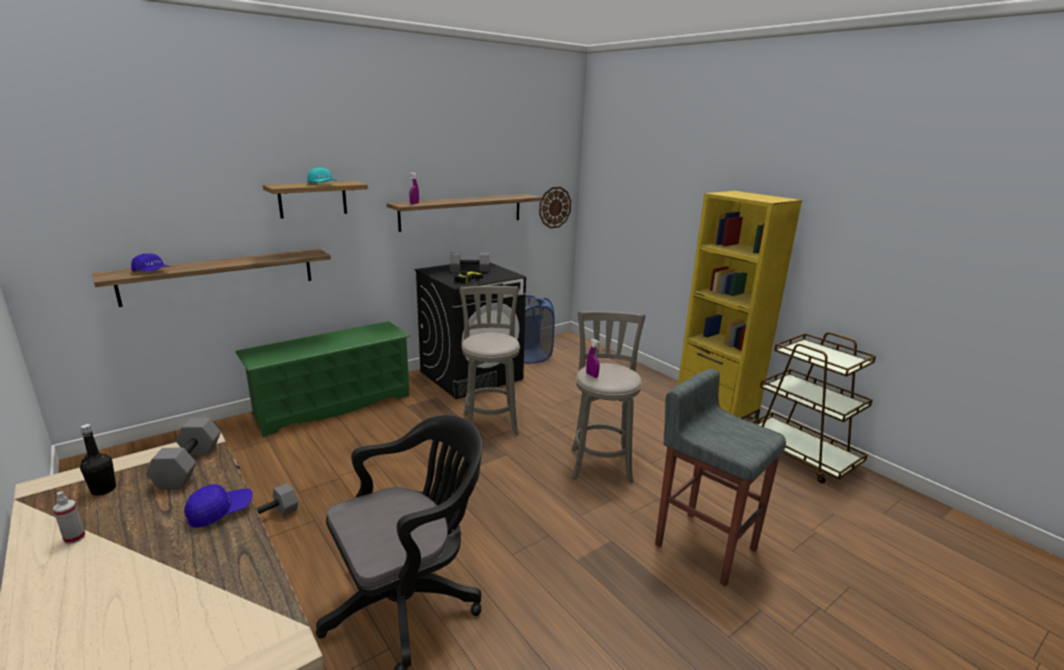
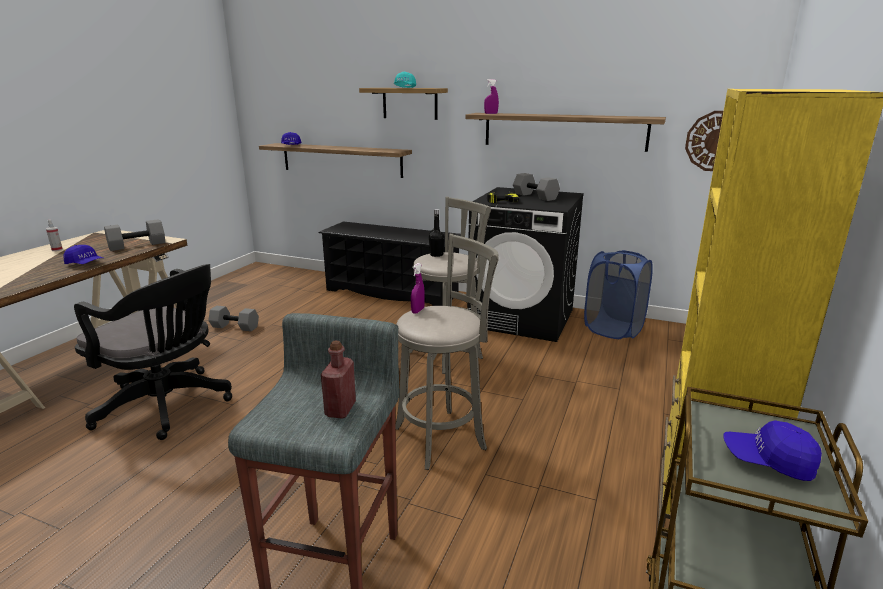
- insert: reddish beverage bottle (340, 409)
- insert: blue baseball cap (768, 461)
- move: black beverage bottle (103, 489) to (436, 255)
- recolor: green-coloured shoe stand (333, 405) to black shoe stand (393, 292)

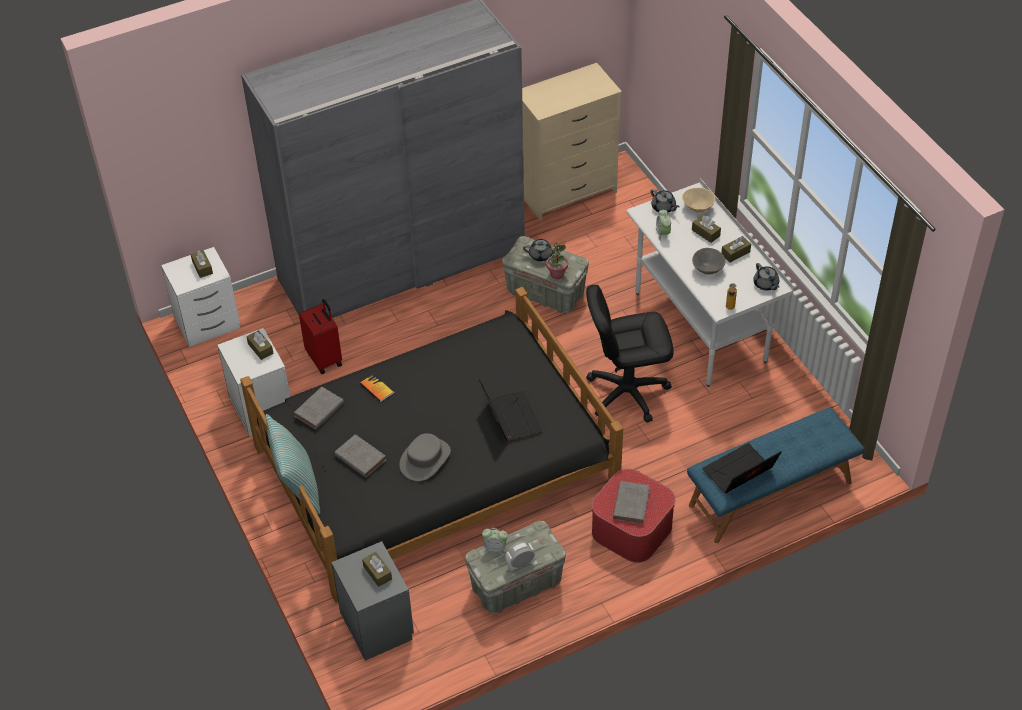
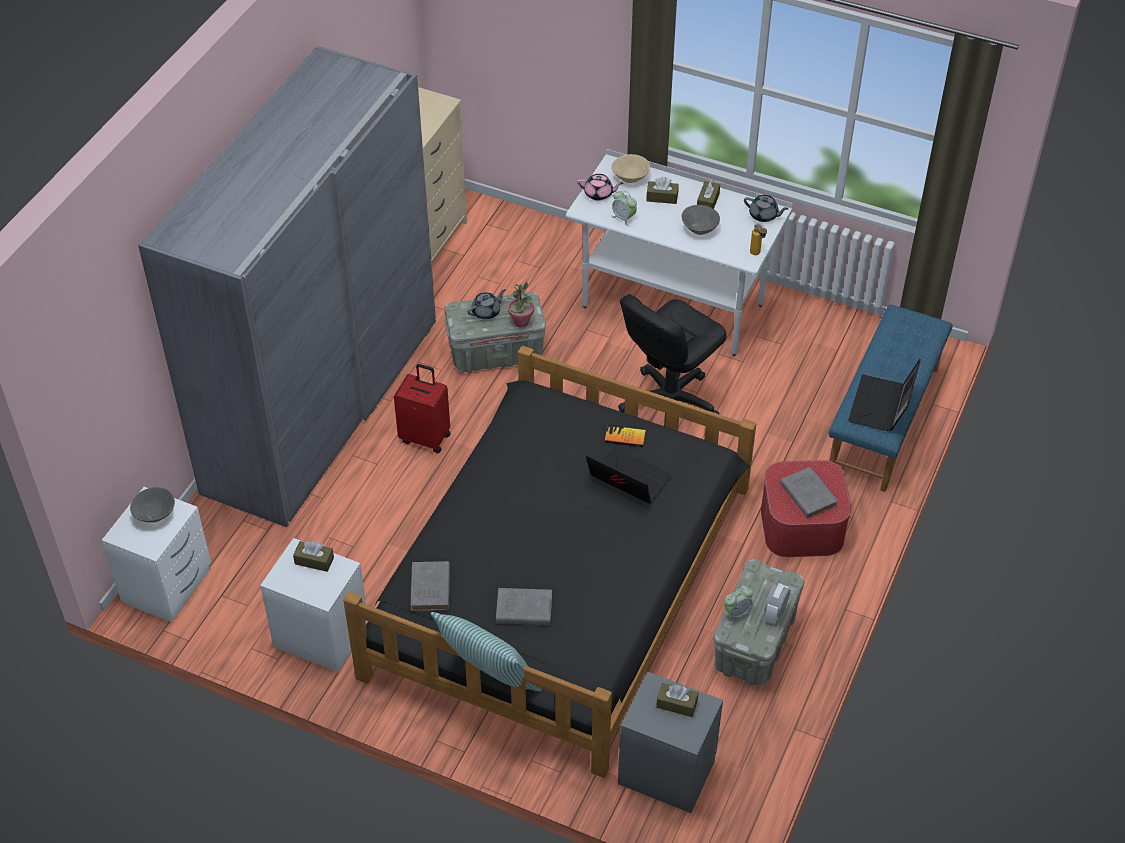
- delete: greyish clothing hat (425, 459)
- move: reddish travel case (325, 358) to (426, 437)
- move: bound book (377, 388) to (625, 436)
- replace: brownish tissue box (202, 267) to greyish deep dish (155, 515)
- recolor: greyish pot for tea (663, 208) to pink pot for tea (599, 194)

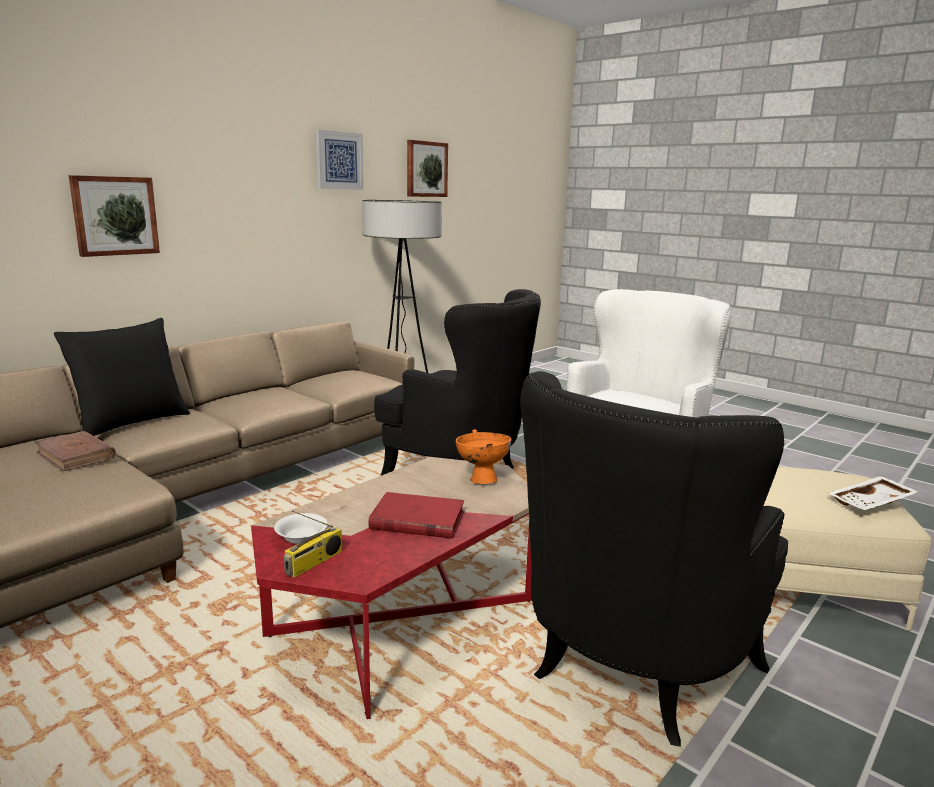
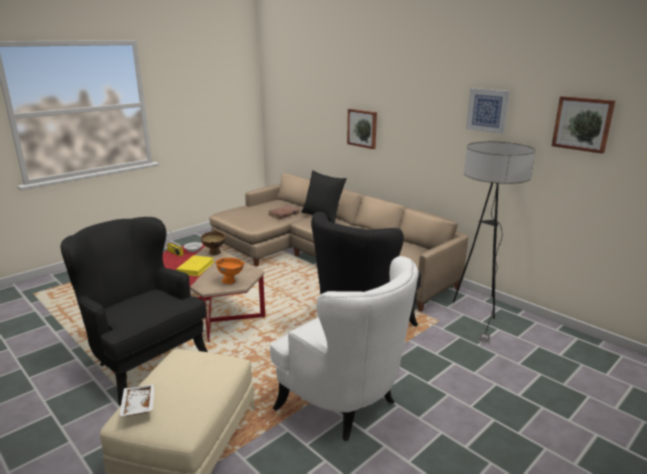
- insert: brownish deep dish (214, 254)
- recolor: reddish bound book (417, 520) to yellow bound book (196, 267)

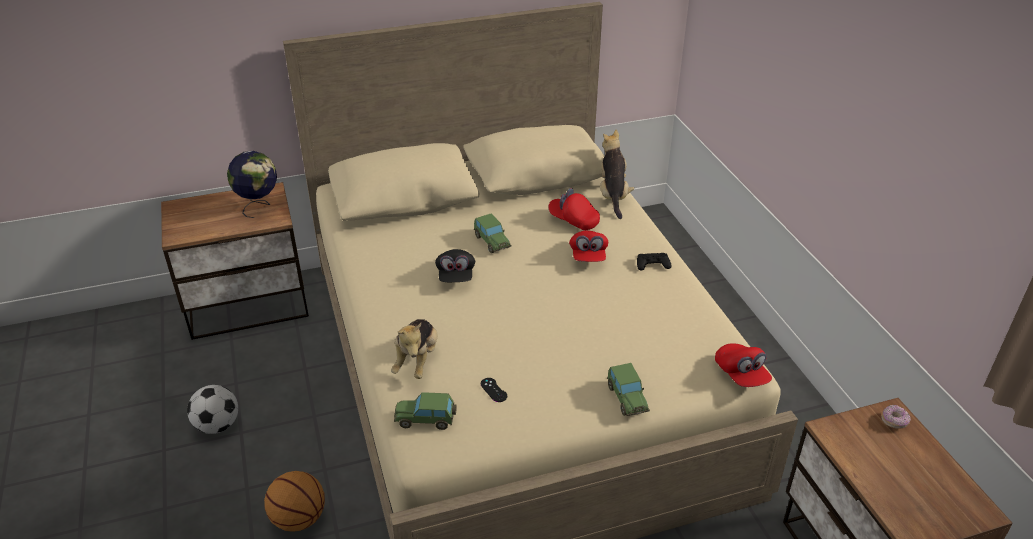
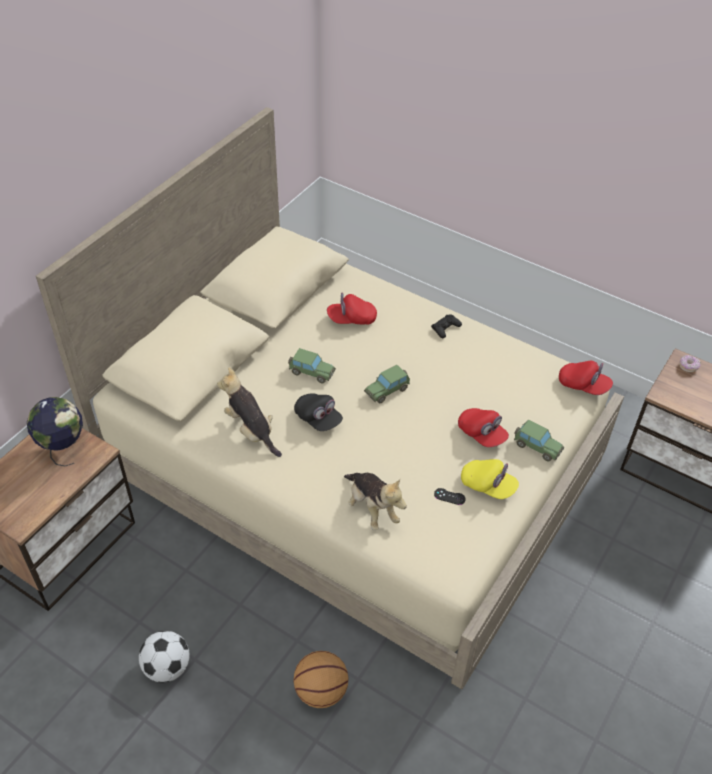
- insert: yellow baseball cap (488, 486)
- move: model car (426, 419) to (387, 390)
- move: reddish baseball cap (588, 256) to (481, 434)
- move: soft toy (613, 196) to (251, 430)

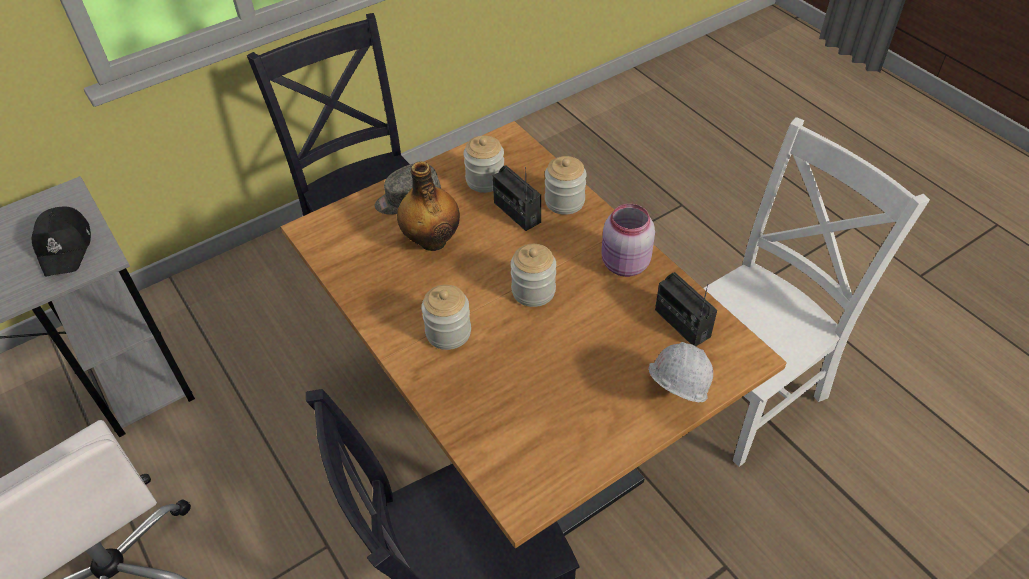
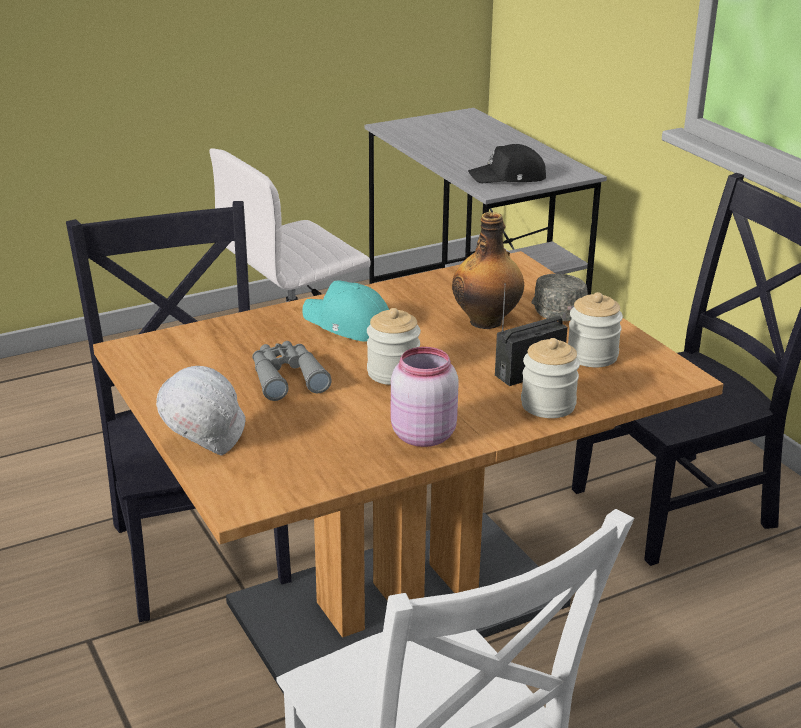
- delete: radio receiver (682, 323)
- insert: greyish field glasses (287, 377)
- replace: preserve jar (448, 332) to blue-green baseball cap (347, 325)

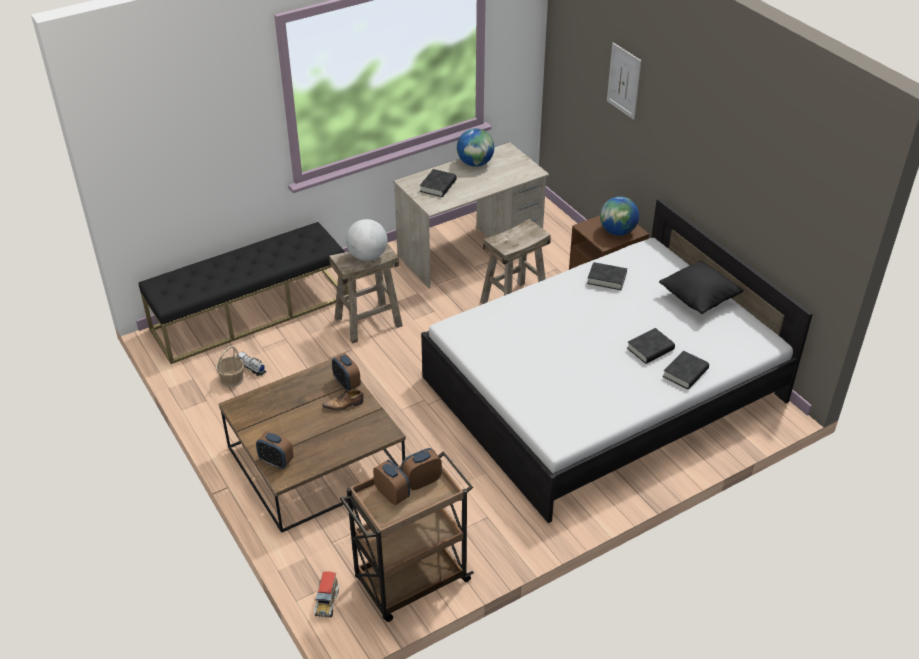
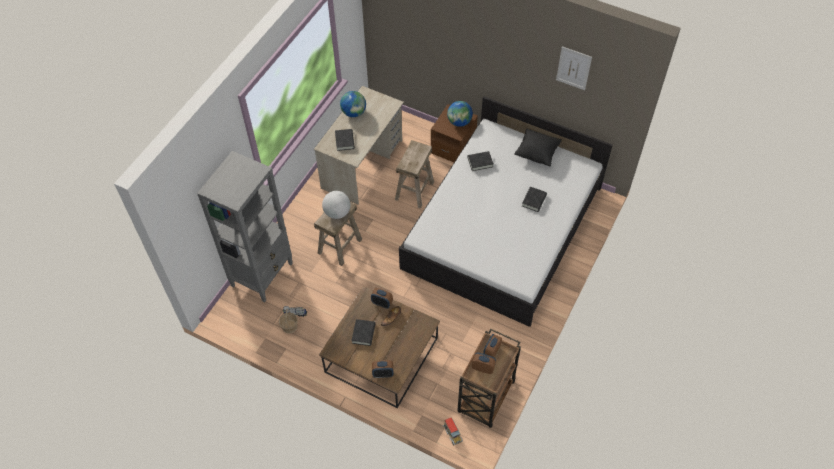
- move: wall art (624, 81) to (573, 68)
- move: black bound book (685, 373) to (363, 333)
- replace: black indoor bench (251, 313) to greyish bookshelf (262, 274)

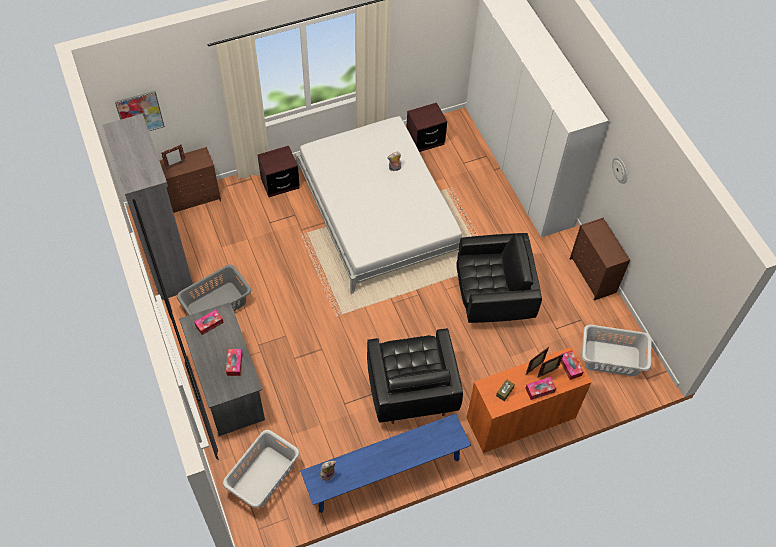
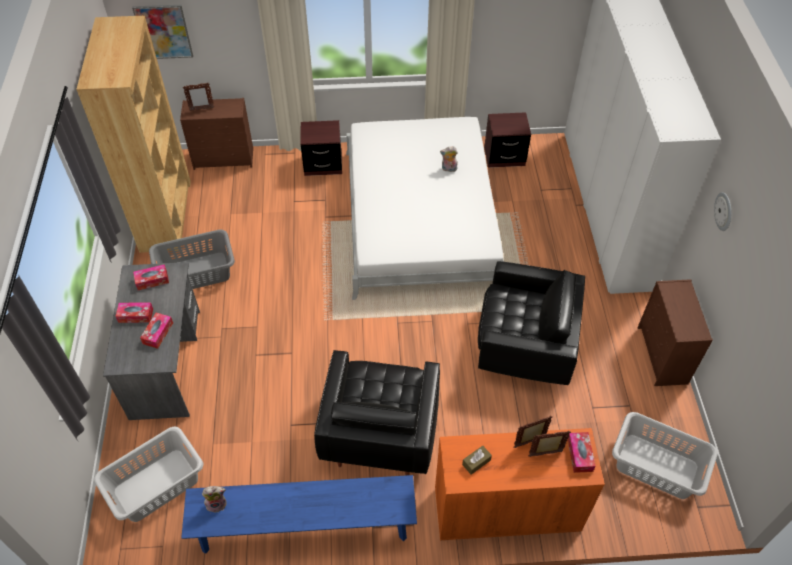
- move: tissue box (540, 390) to (136, 315)
- recolor: greyish bookshelf (167, 262) to brownish bookshelf (166, 215)

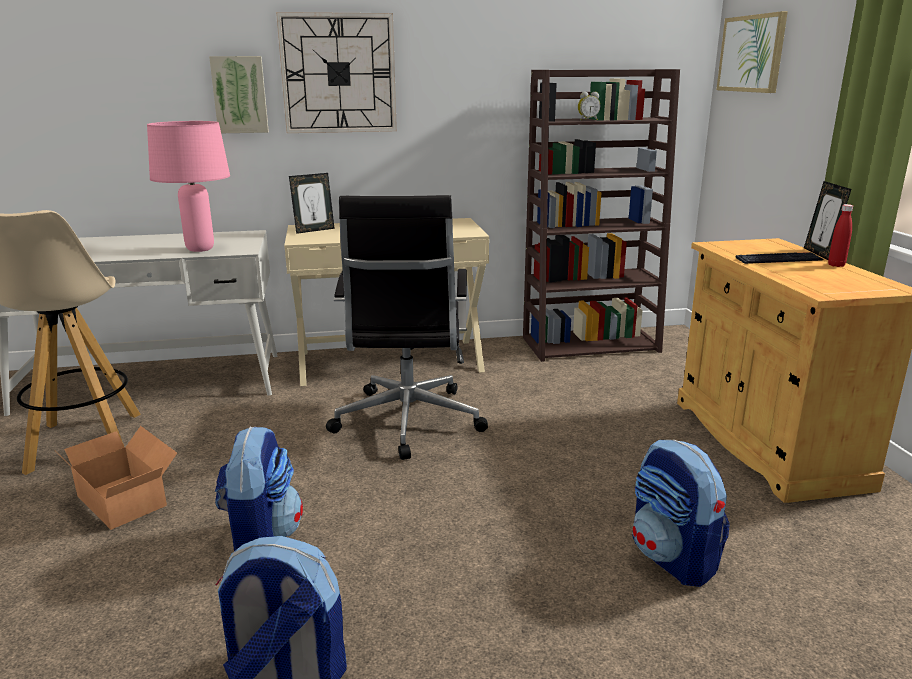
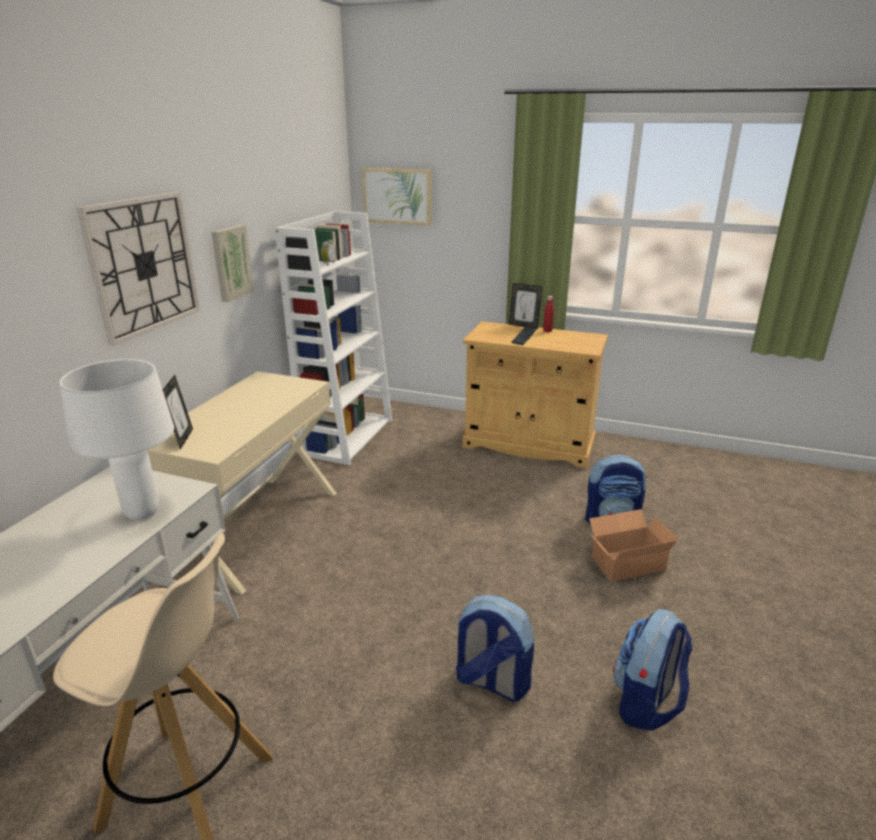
- delete: black computer chair (407, 423)
- move: packing box (124, 498) to (625, 561)
- move: wall art (240, 95) to (231, 262)
- recolor: pink lamp for a table (199, 249) to whitish lamp for a table (141, 513)
- recolor: brownish bookshelf (591, 344) to whitish bookshelf (347, 436)

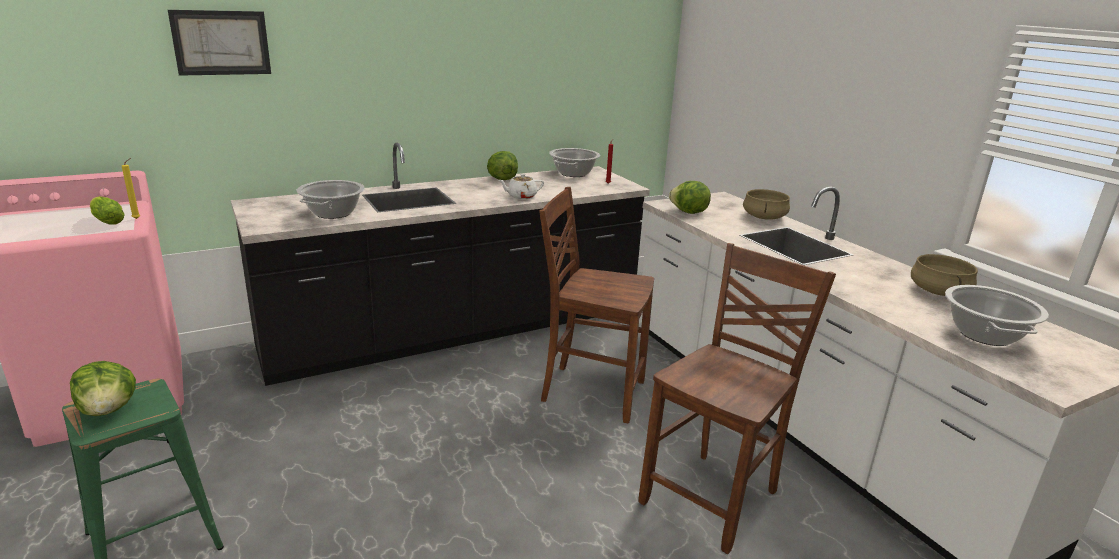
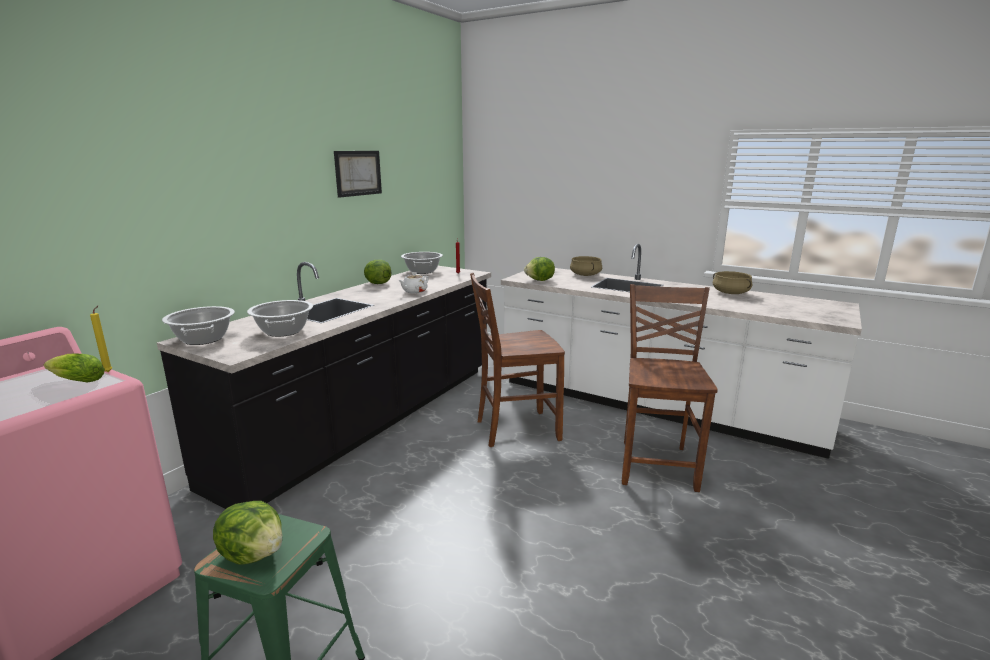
- move: wall art (221, 43) to (358, 173)
- move: saucepot (984, 334) to (203, 339)

